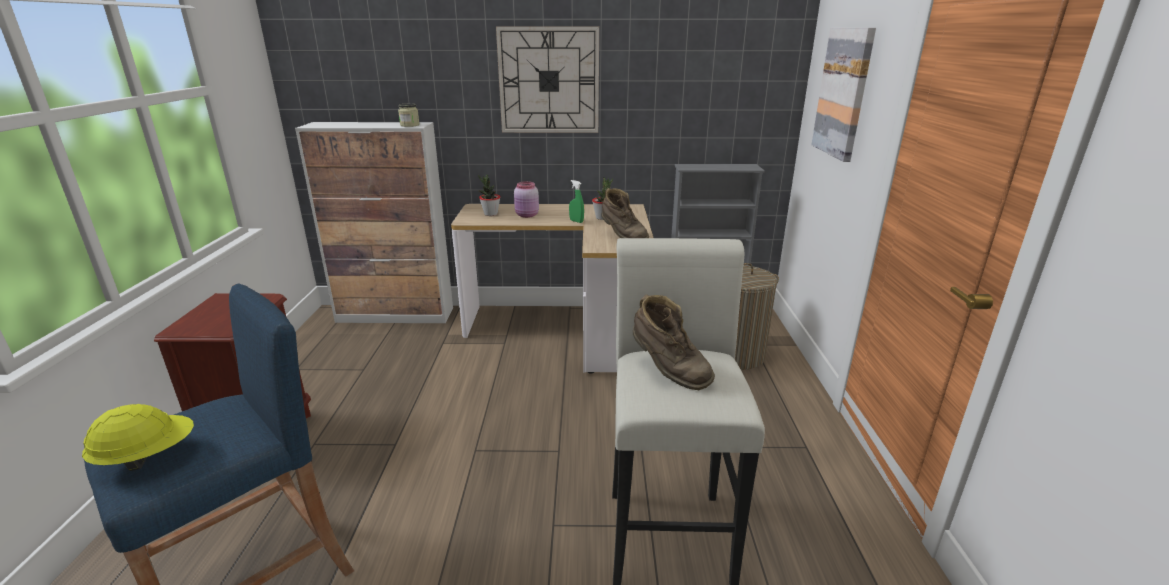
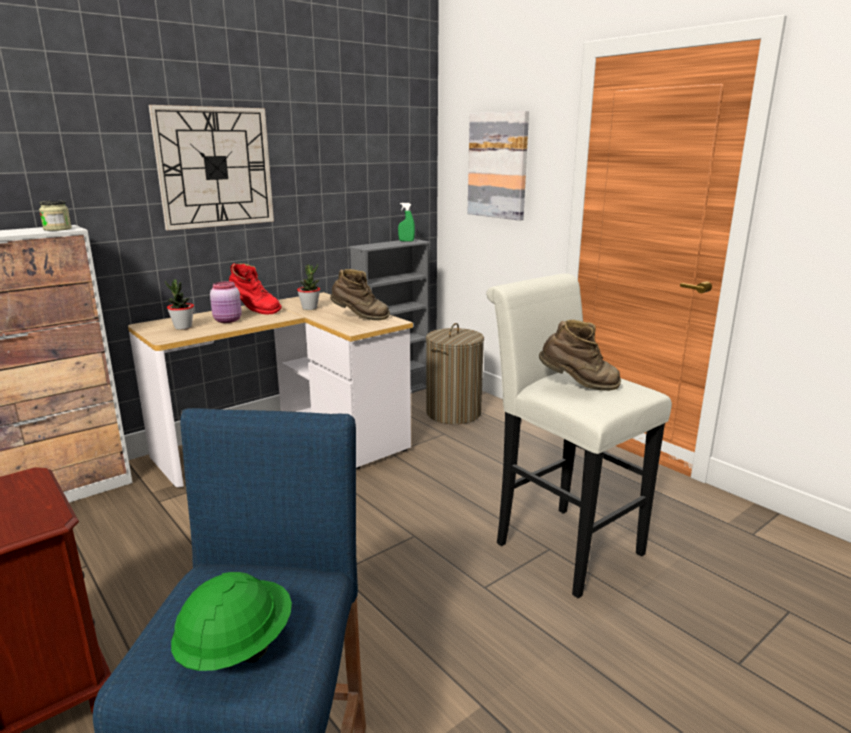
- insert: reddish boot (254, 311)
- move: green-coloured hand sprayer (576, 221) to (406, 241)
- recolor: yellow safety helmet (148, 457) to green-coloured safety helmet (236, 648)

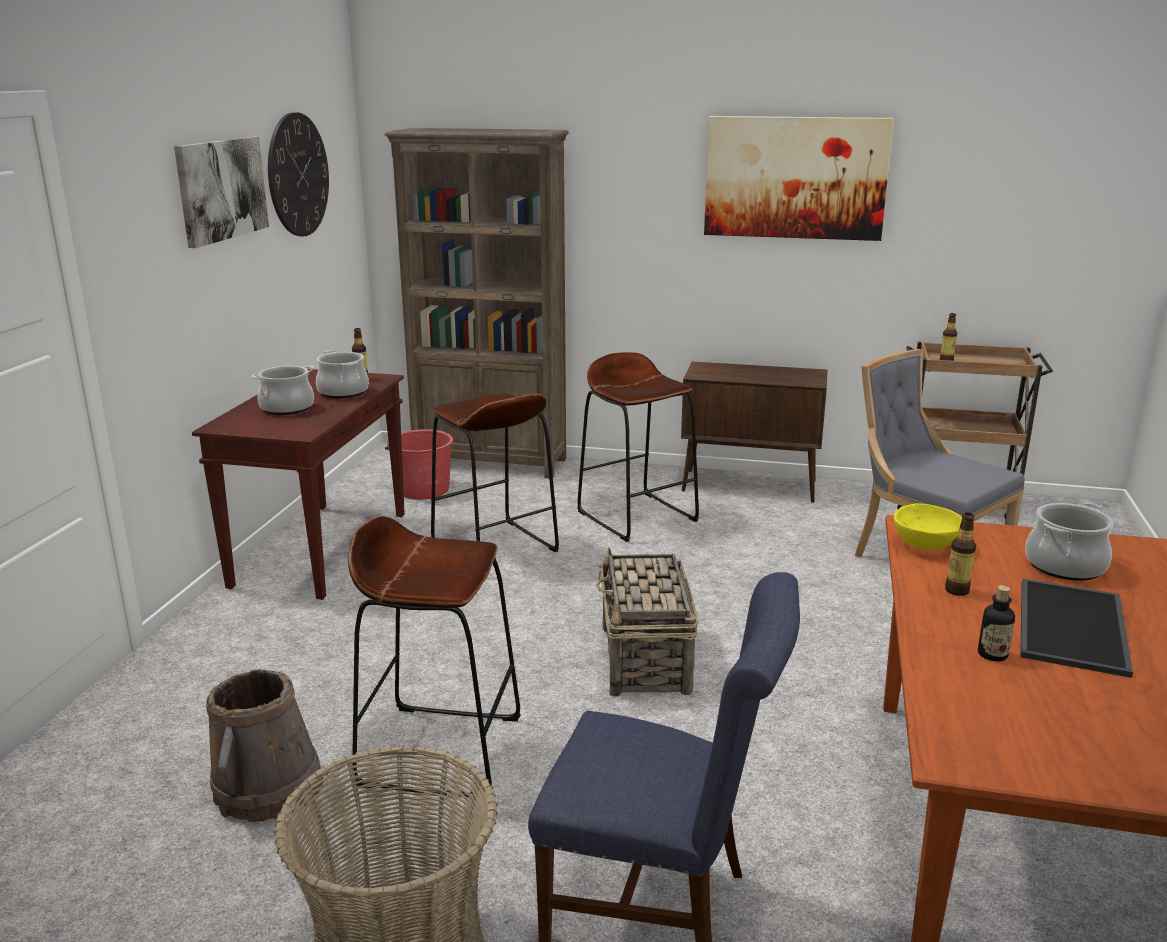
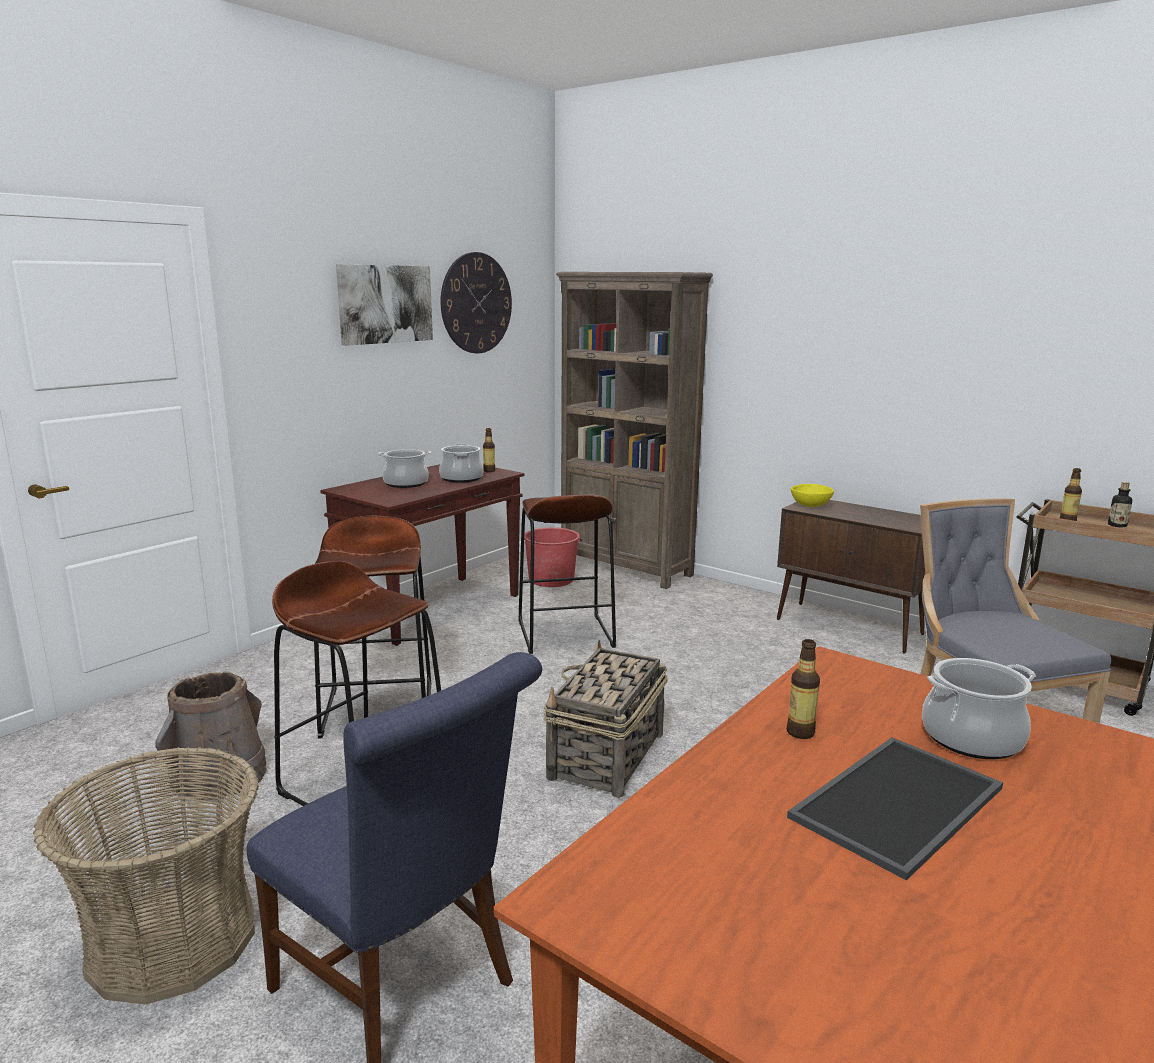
- delete: wall art (795, 178)
- move: brownish sitting stool (637, 516) to (379, 709)
- move: yellow deep dish (925, 545) to (810, 506)
- move: beverage bottle (992, 654) to (1117, 525)

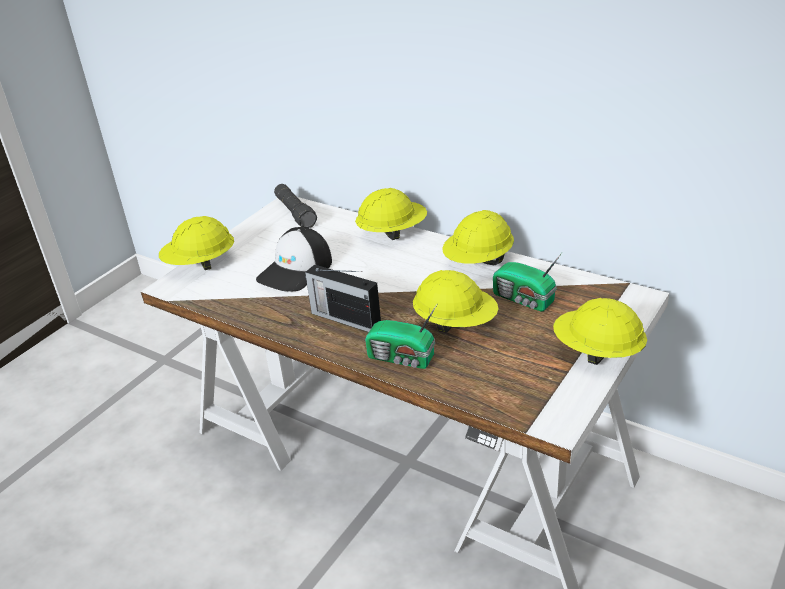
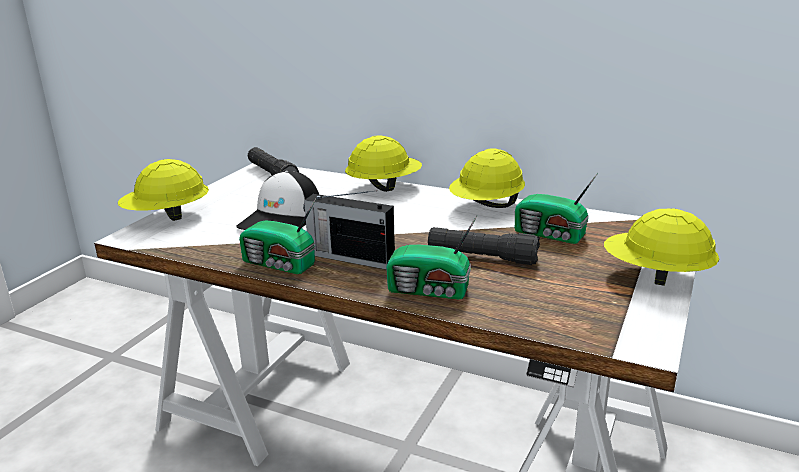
- insert: radio receiver (279, 264)
- replace: yellow safety helmet (456, 323) to black flashlight (482, 257)

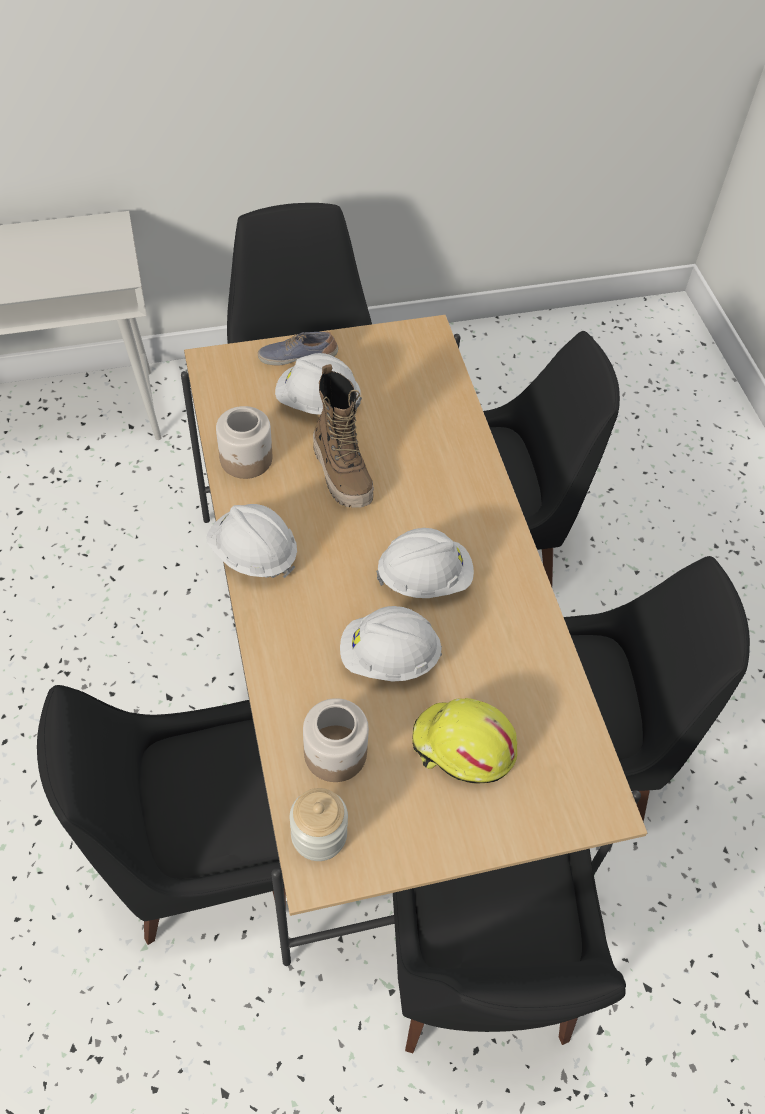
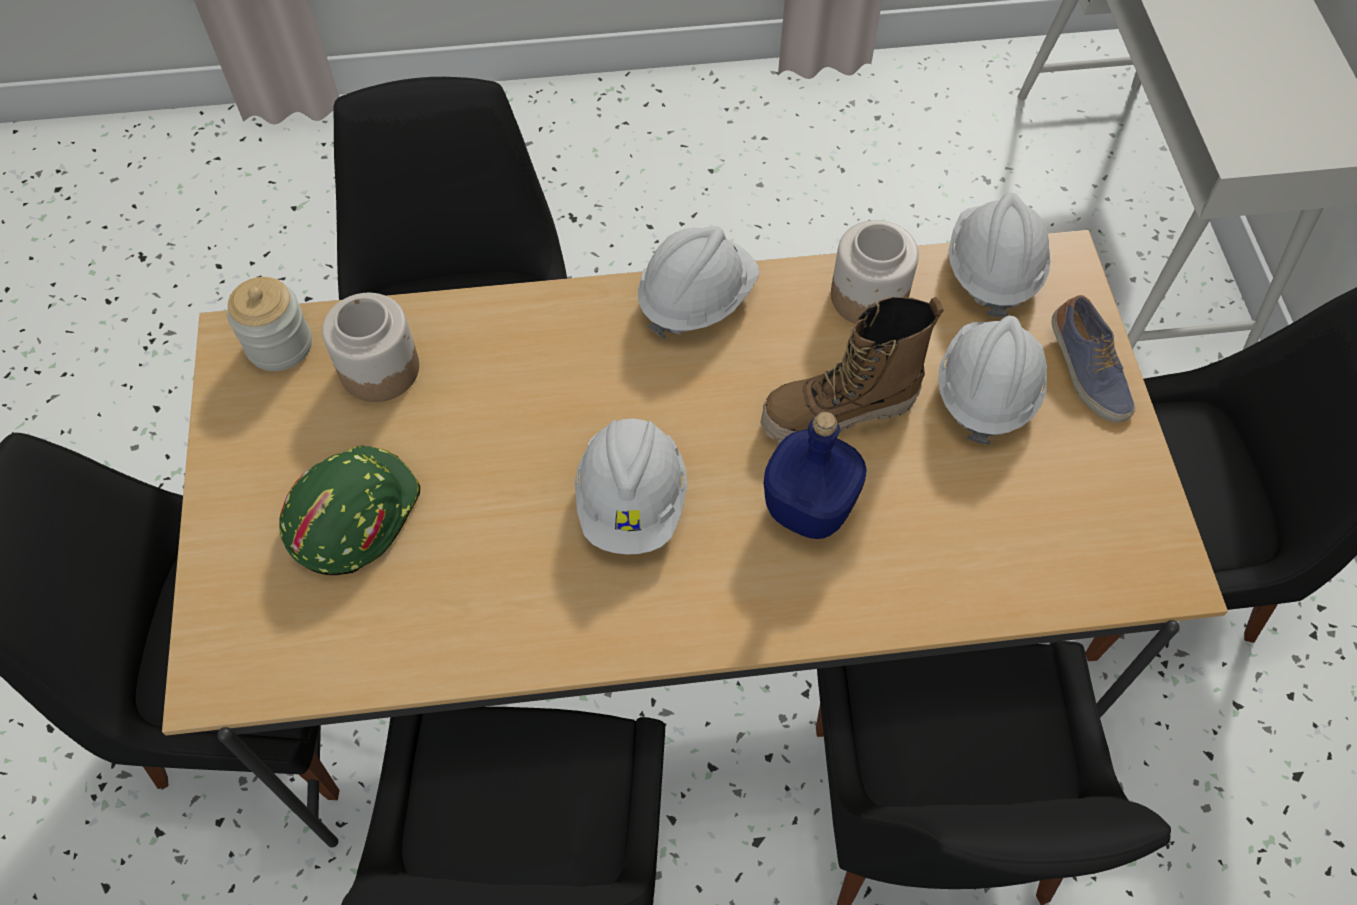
- insert: blue beverage bottle (810, 508)
- move: whitish safety helmet (389, 658) to (992, 270)
- recolor: yellow safety helmet (463, 747) to green-coloured safety helmet (351, 514)
- rotate: shoe (298, 357) = (1086, 372) 150 degrees clockwise

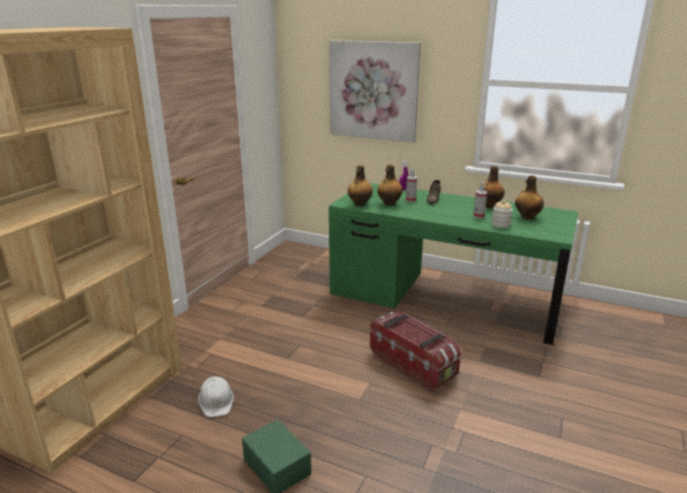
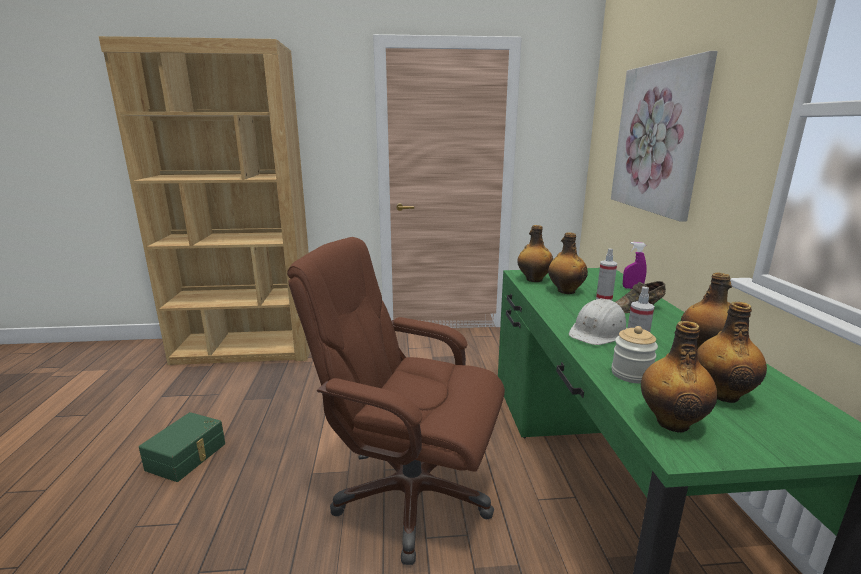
- insert: beverage bottle (671, 422)
- move: whitish safety helmet (216, 400) to (598, 332)
- replace: storage box (413, 364) to brownish computer chair (410, 495)

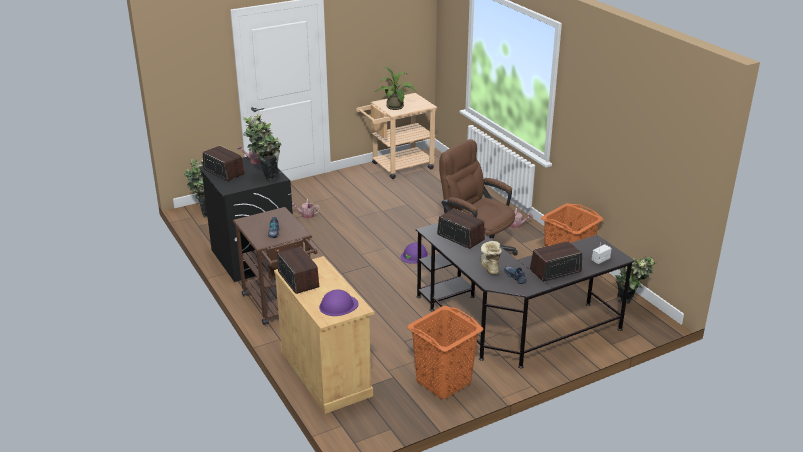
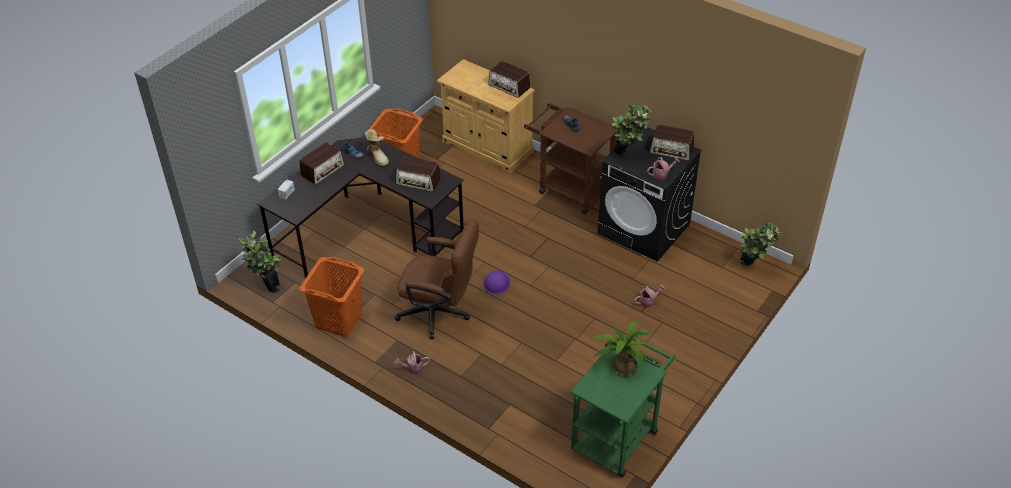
- delete: purple safety helmet (338, 305)
- recolor: sand-coloured cart (397, 167) to green-coloured cart (618, 434)

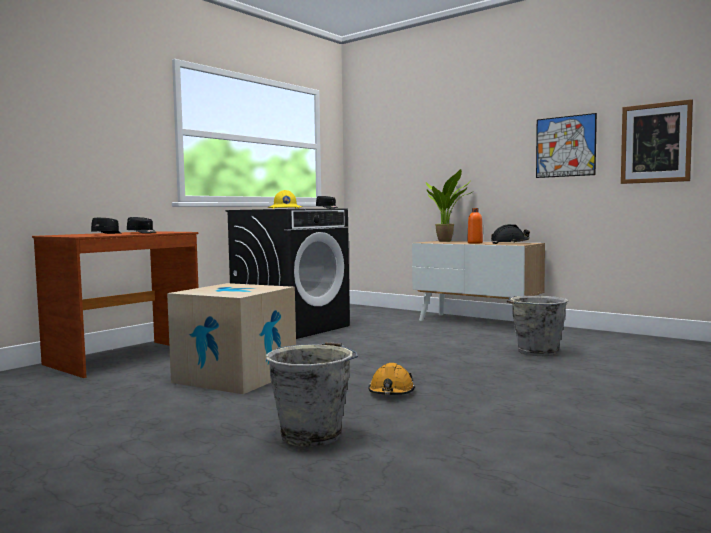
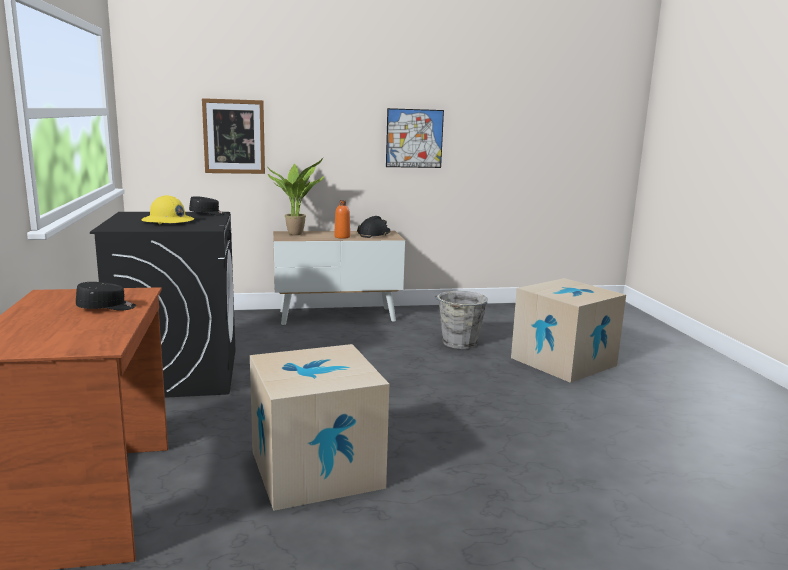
- delete: black baseball cap (107, 234)
- delete: greyish bucket (312, 434)
- delete: orange-coloured safety helmet (391, 392)
- insert: packing box (563, 361)
- move: wall art (655, 143) to (234, 136)

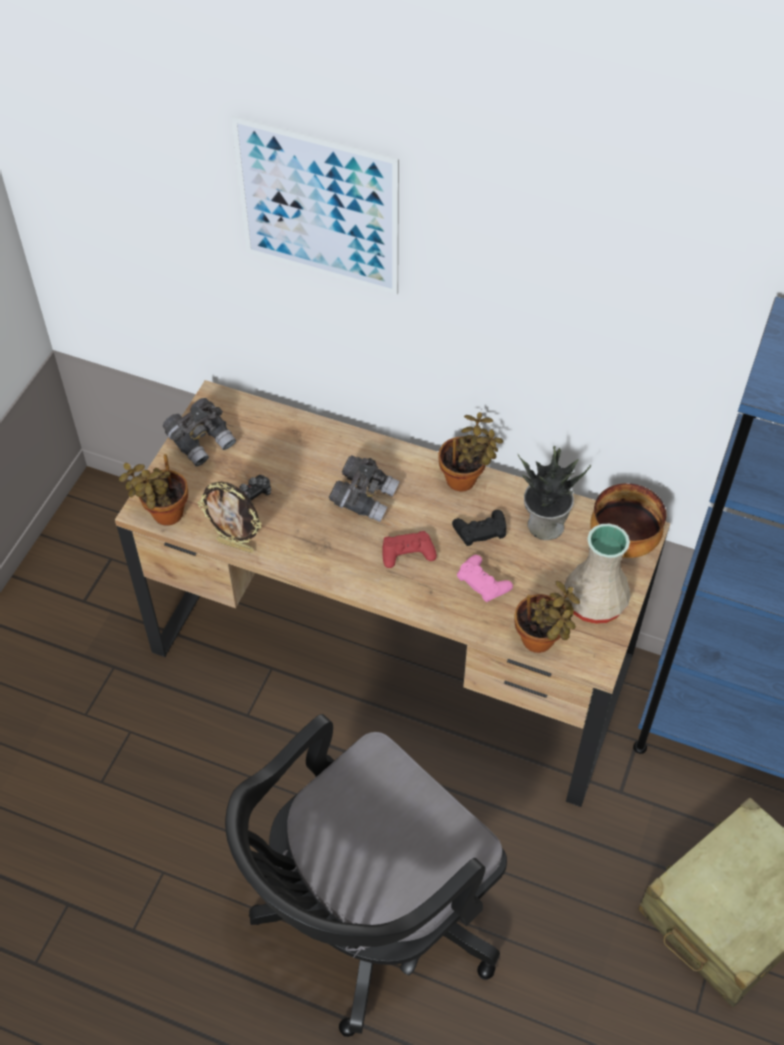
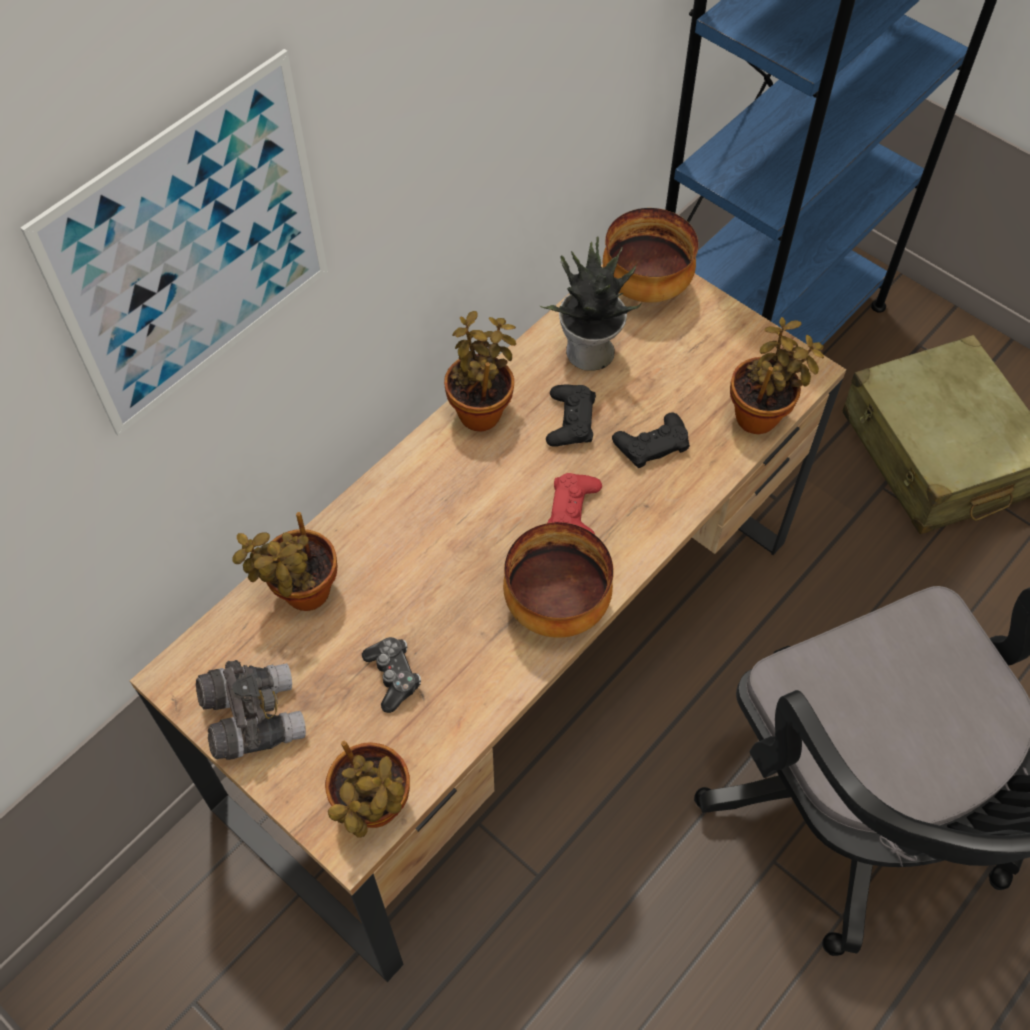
- delete: picture frame (236, 545)
- delete: greyish field glasses (364, 498)
- delete: sand-coloured flower vase (596, 602)
- insert: plant in a pot (301, 594)
- insert: deep dish (558, 605)
- recolor: pink gamepad (483, 582) to black gamepad (652, 444)

